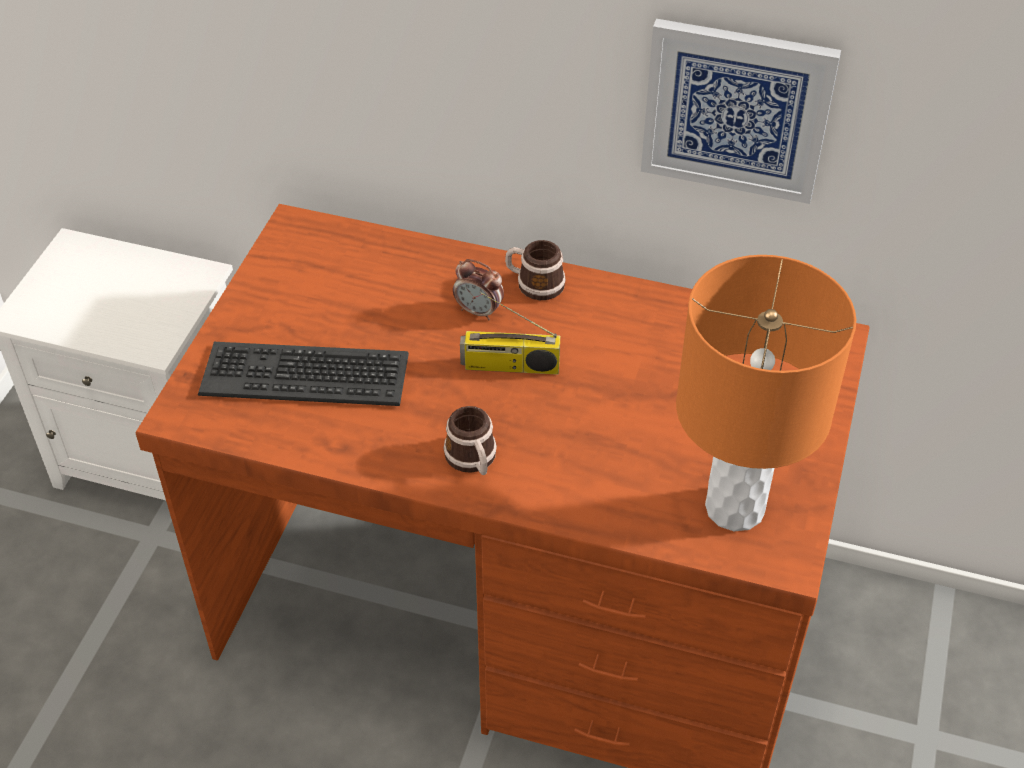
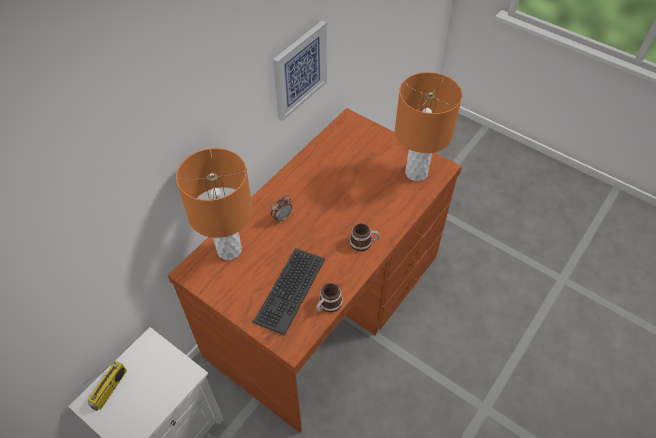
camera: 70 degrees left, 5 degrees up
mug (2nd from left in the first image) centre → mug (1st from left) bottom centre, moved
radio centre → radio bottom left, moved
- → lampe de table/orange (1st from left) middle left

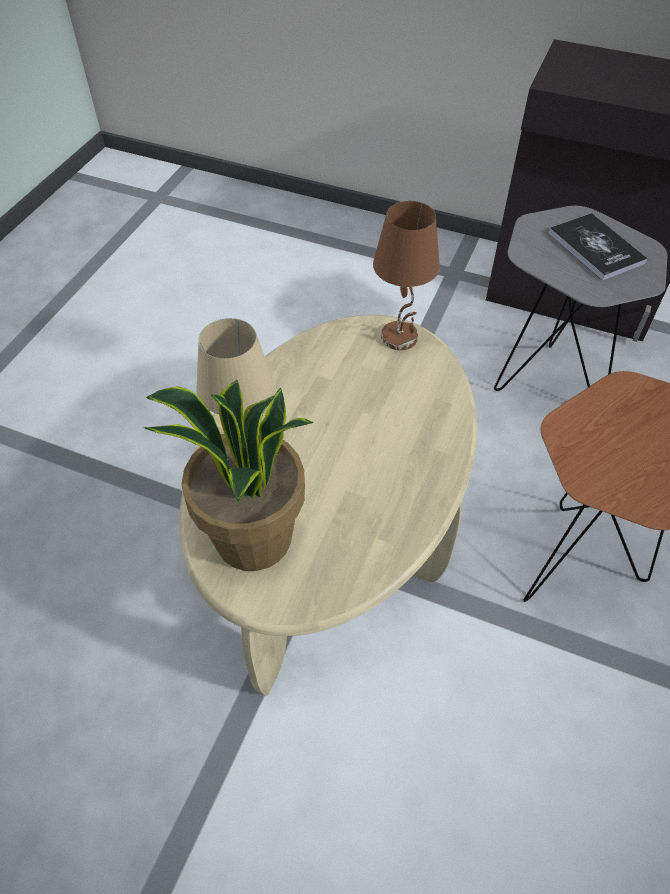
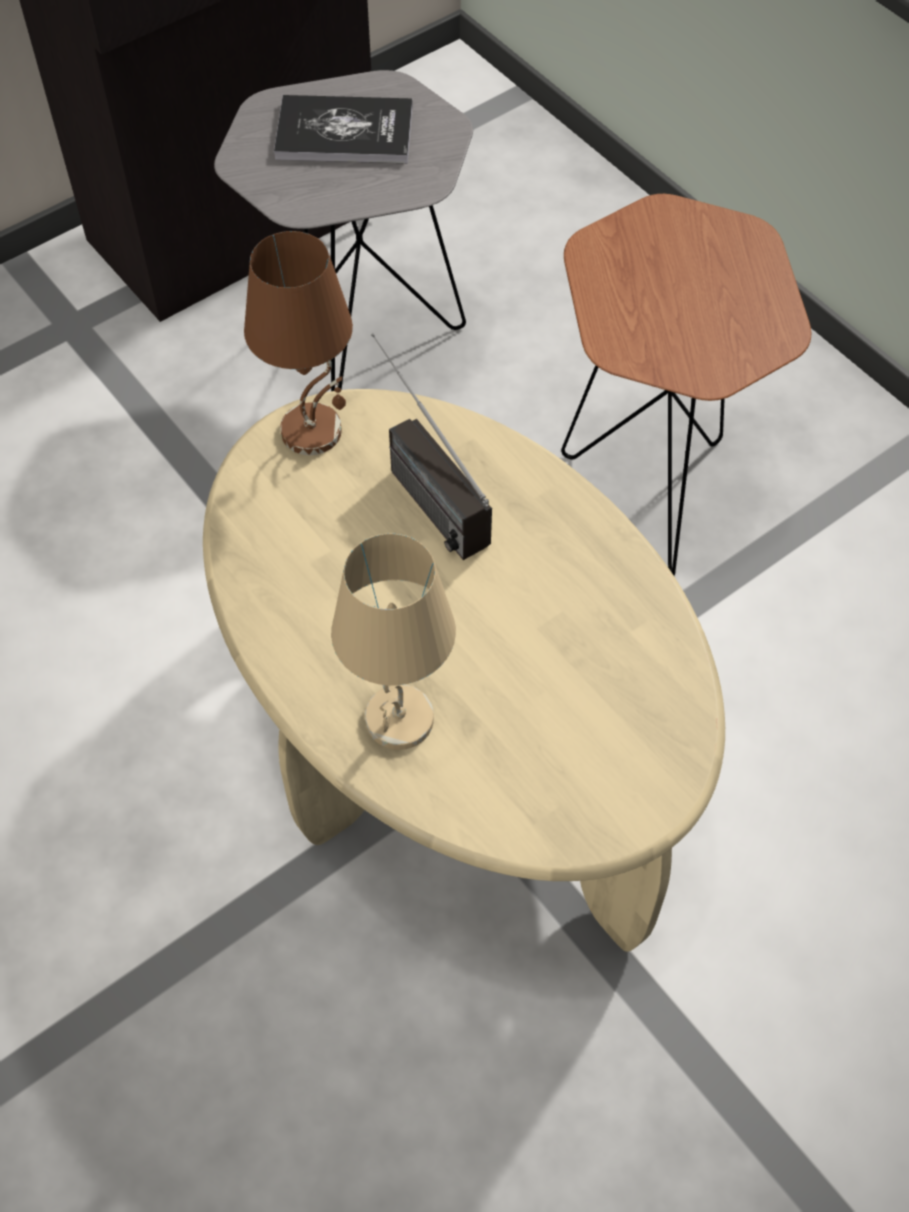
camera: 60 degrees left, 5 degrees up
plante en pot centre → -
- → radio centre

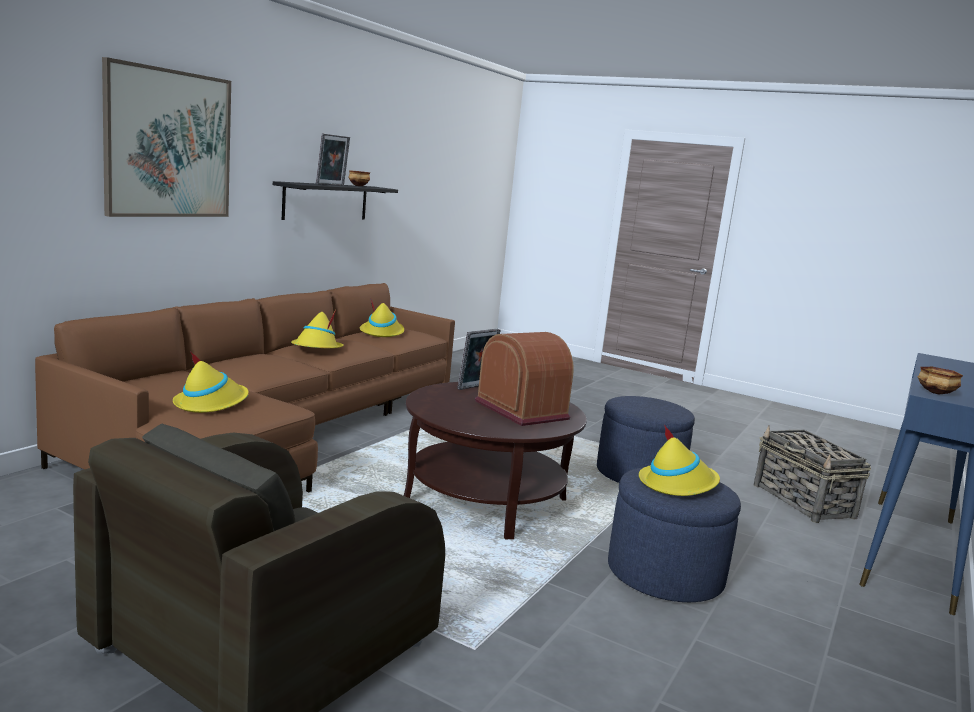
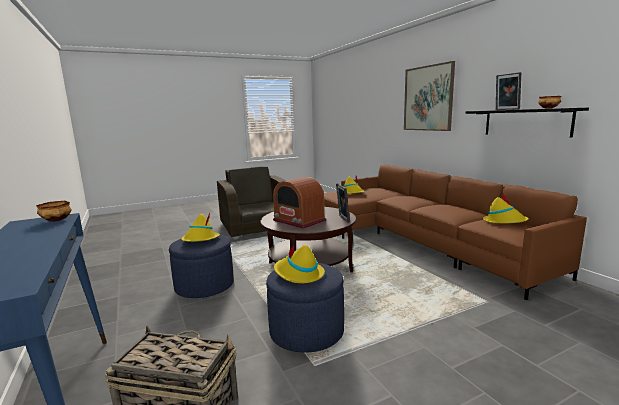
camera: 125 degrees right, 0 degrees up
chapeau/jaune (2nd from left) middle left → chapeau/jaune (2nd from left) centre, moved
radio centre, 45 degrees clockwise

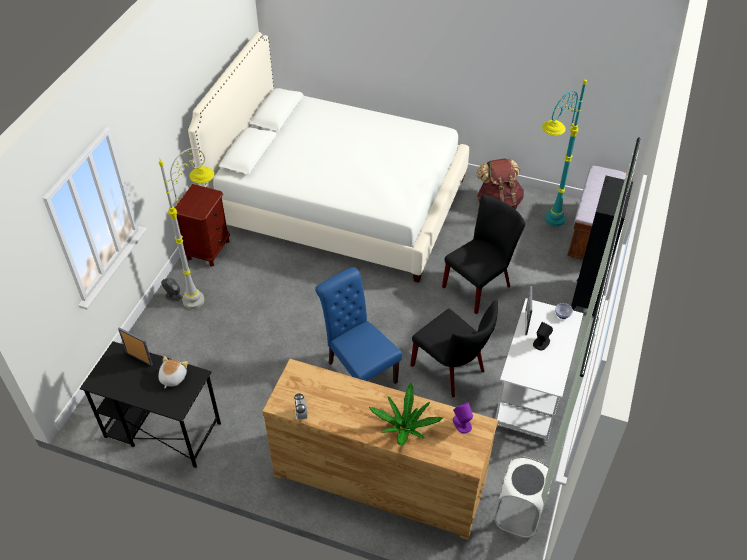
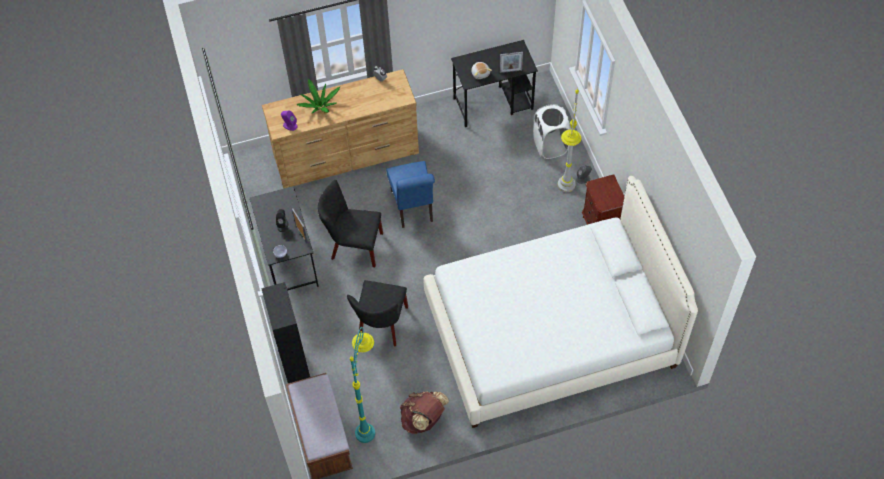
camera: 145 degrees right, 10 degrees up
chaise/bleu centre, 60 degrees clockwise
bureau/blanc middle right → bureau/noir (1st from left) middle left
panier à linge/blanc bottom right → panier à linge/blanc top centre, moved

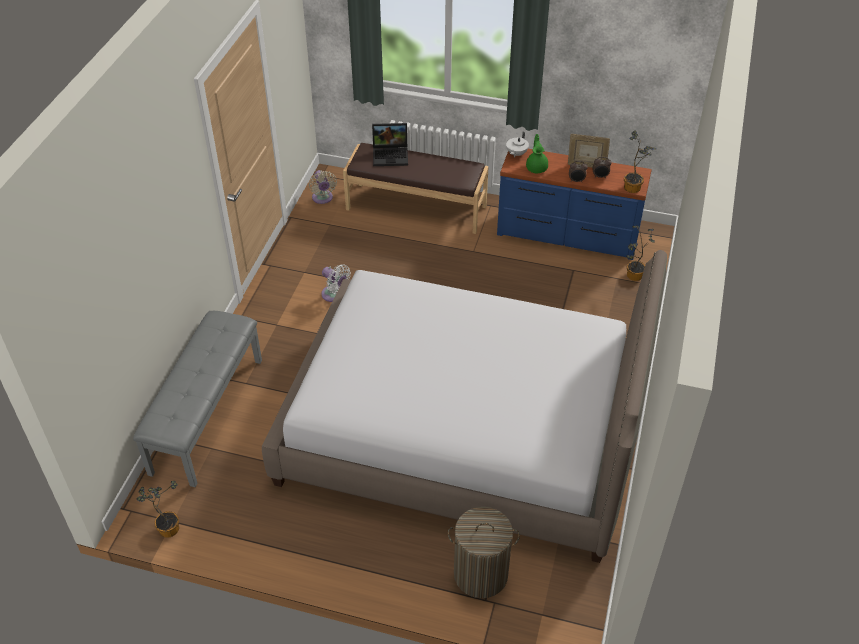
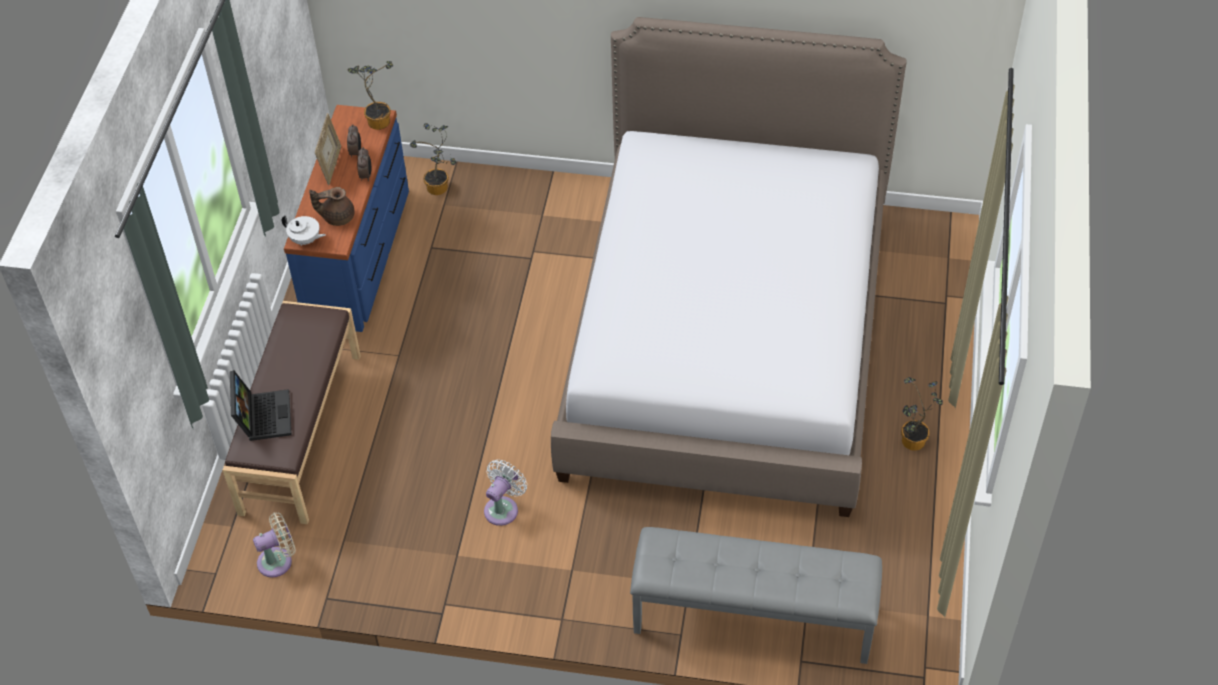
camera: 95 degrees left, 5 degrees up
théière/vert top centre → théière/marron top left
plante en pot (1st from left in the first image) bottom left → plante en pot (3rd from left) middle right, moved
panier à linge bottom centre → -

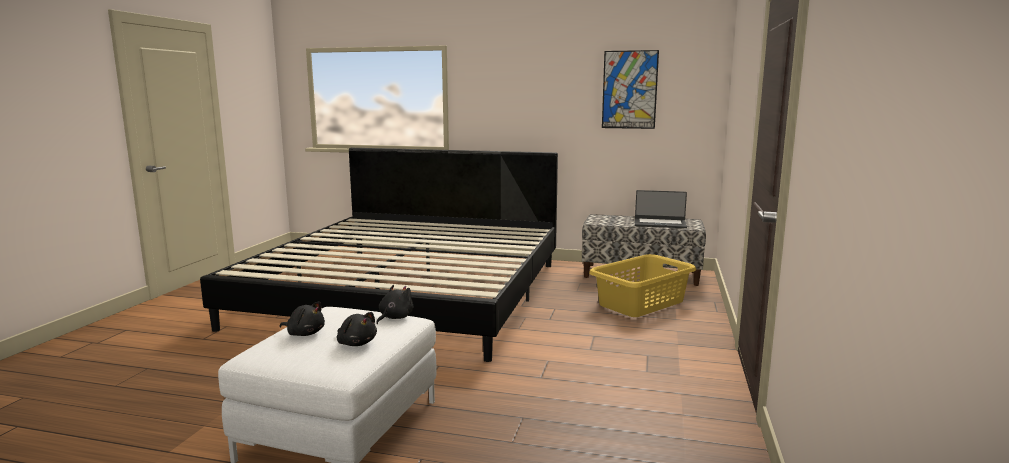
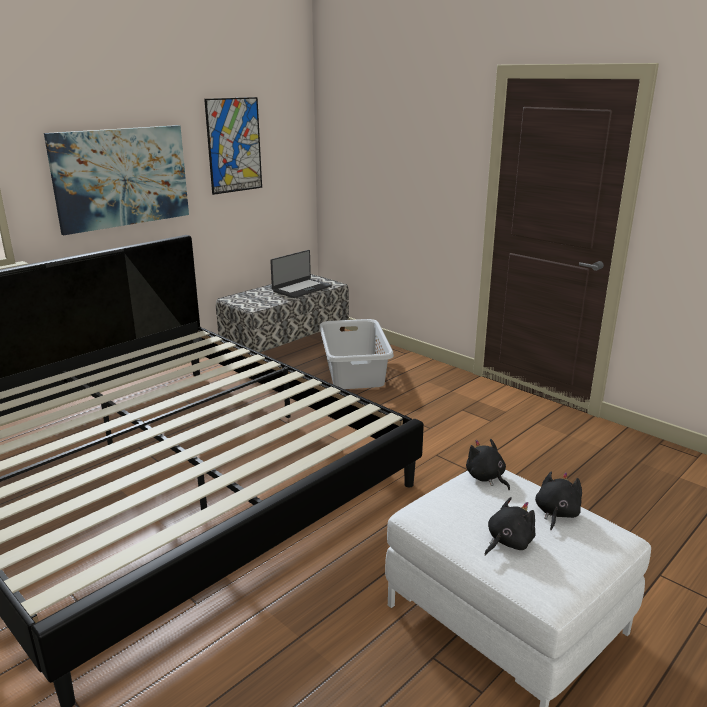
camera: 60 degrees left, 10 degrees up
panier à linge/jaune centre → panier à linge/gris centre
peluche/noir (2nd from left in the first image) bottom centre → peluche/noir (3rd from left) bottom right, 45 degrees counterclockwise
- → tableau (1st from left) top left

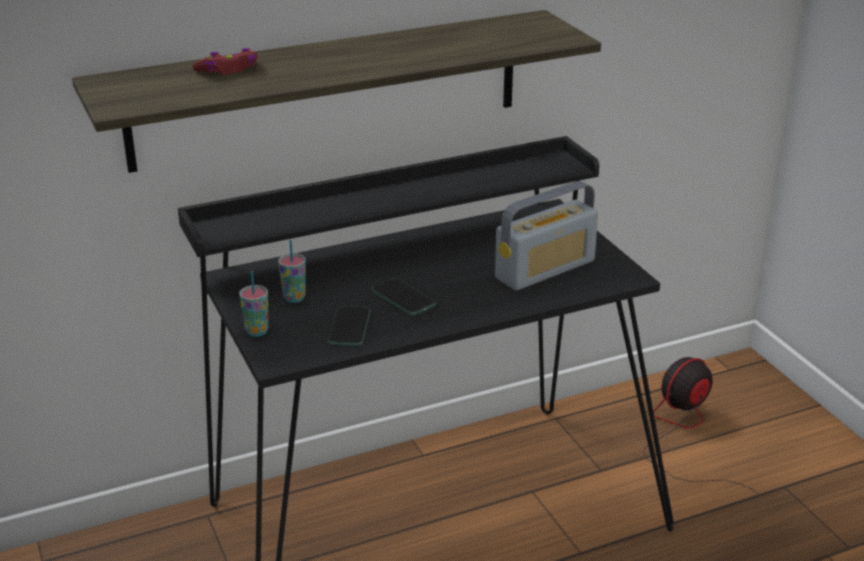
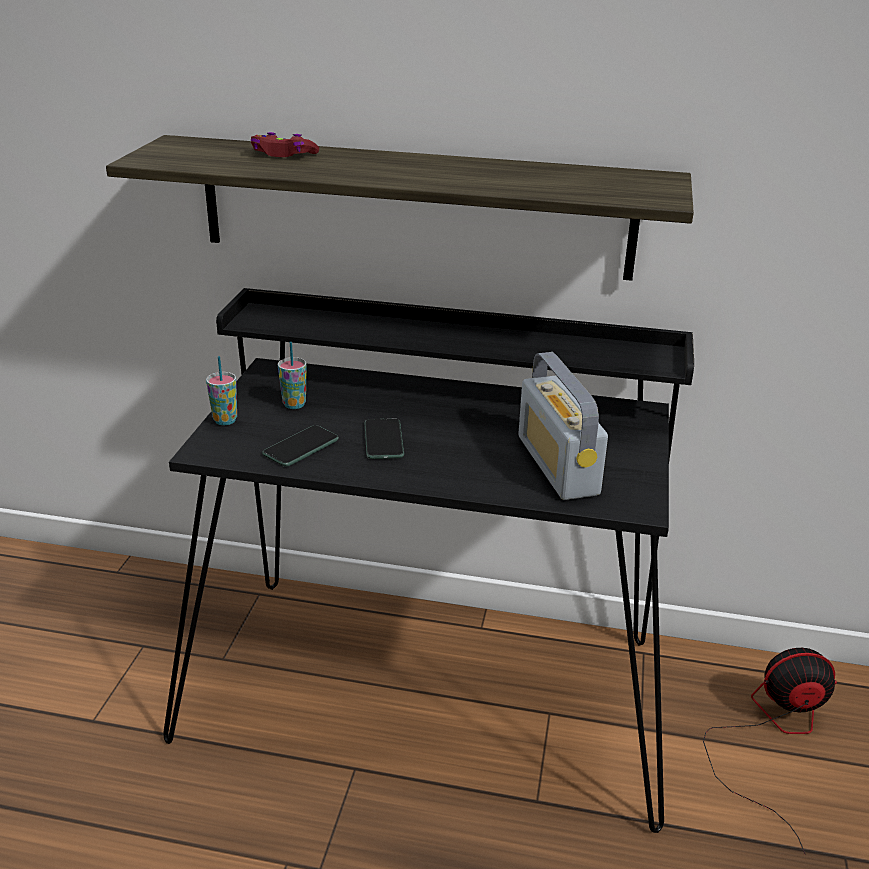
camera: 35 degrees right, 0 degrees up
radio centre, 75 degrees clockwise

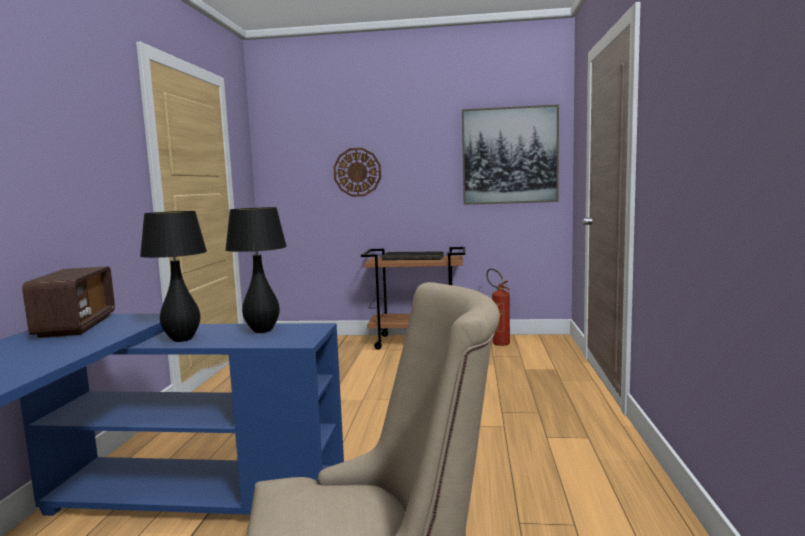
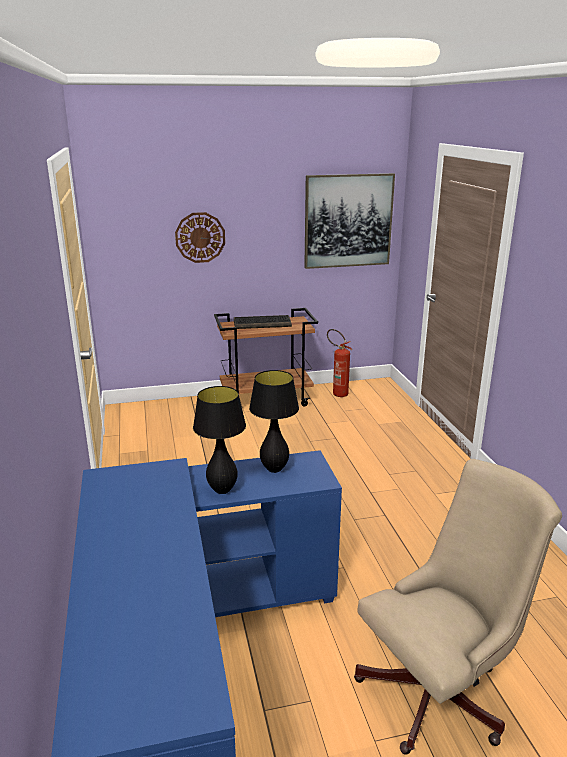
camera: 20 degrees left, 15 degrees up
radio middle left → -

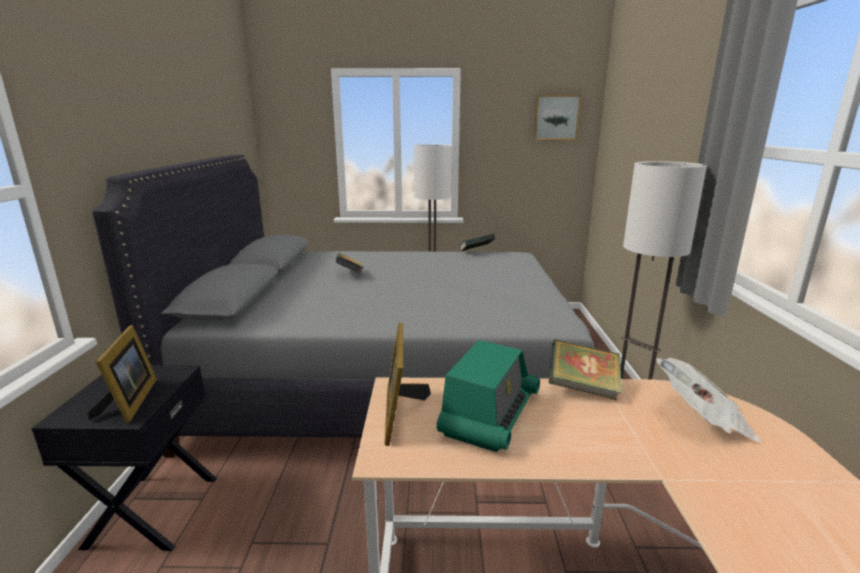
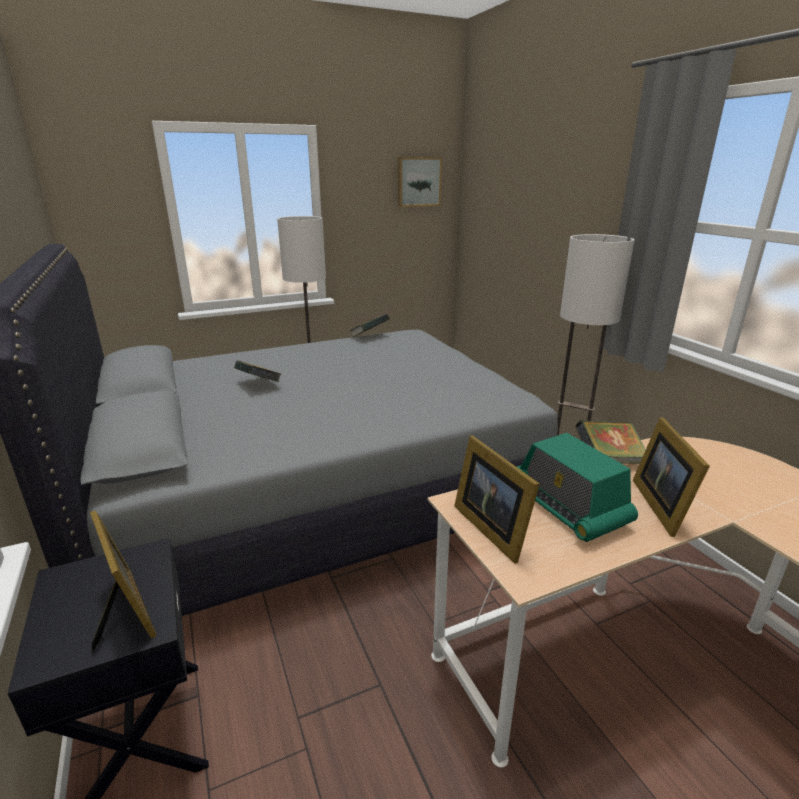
camera: 25 degrees left, 5 degrees up
radio bottom centre → radio middle right, 150 degrees clockwise
journal bottom right → -
- → cadre photo (3rd from left) middle right

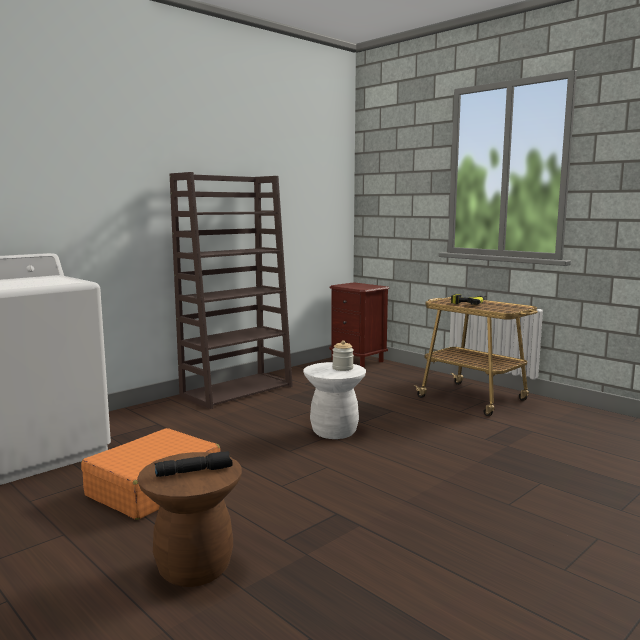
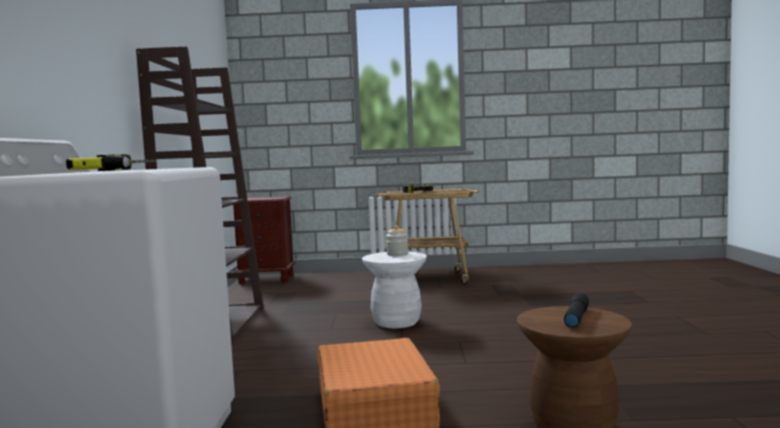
camera: 45 degrees left, 5 degrees down
- → perceuse (1st from left) middle left

